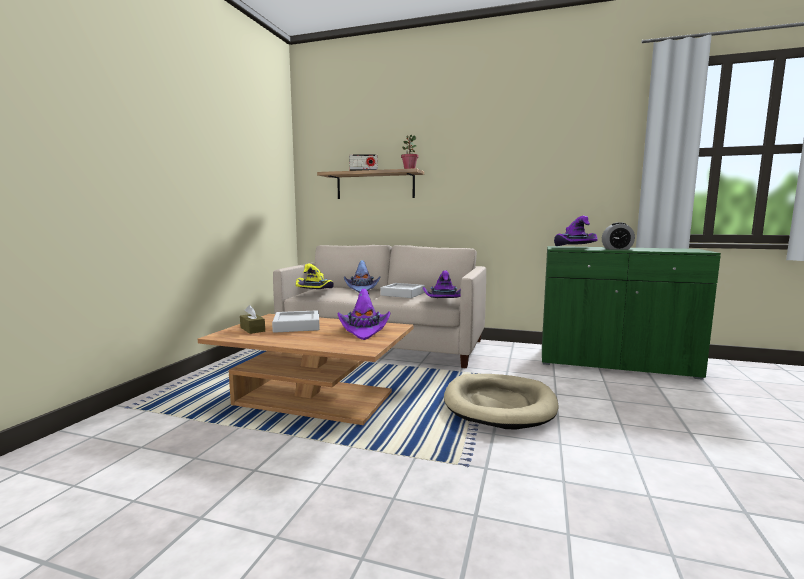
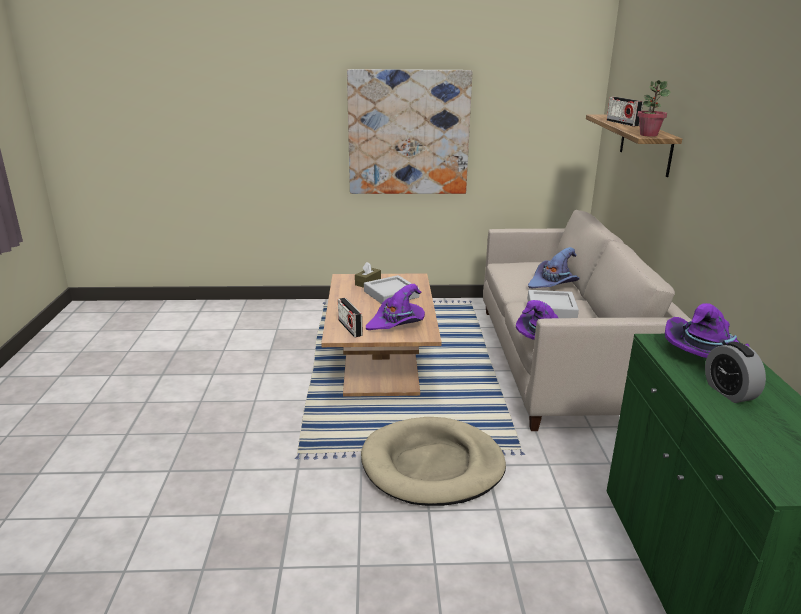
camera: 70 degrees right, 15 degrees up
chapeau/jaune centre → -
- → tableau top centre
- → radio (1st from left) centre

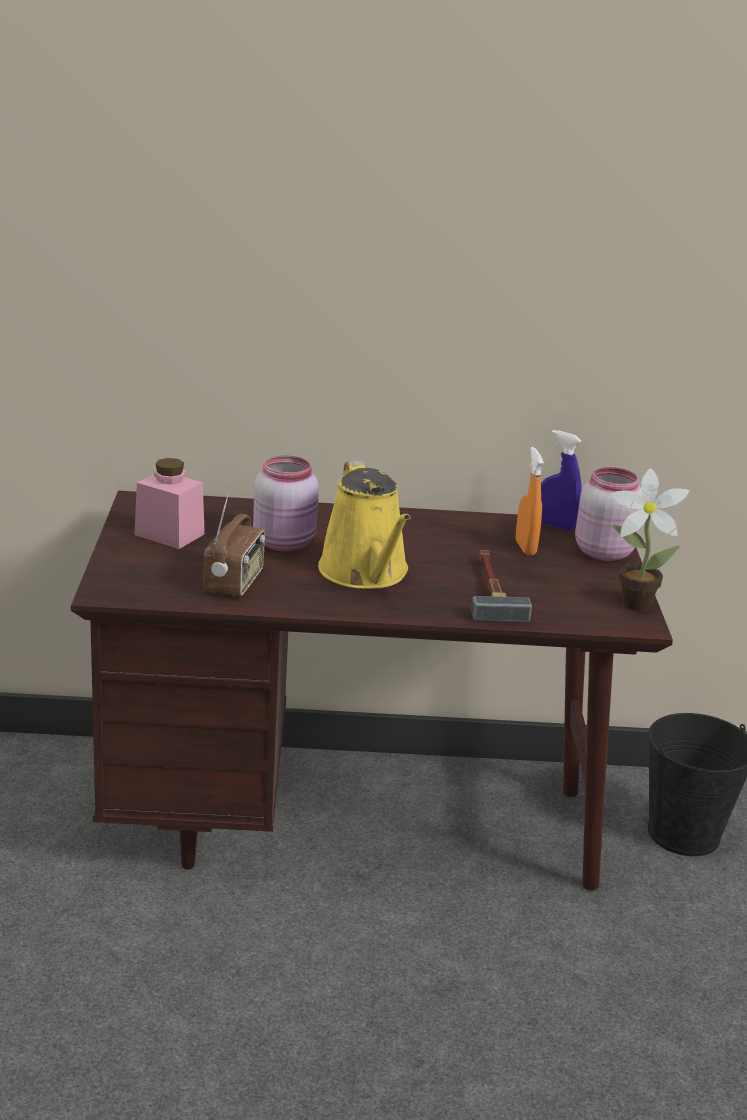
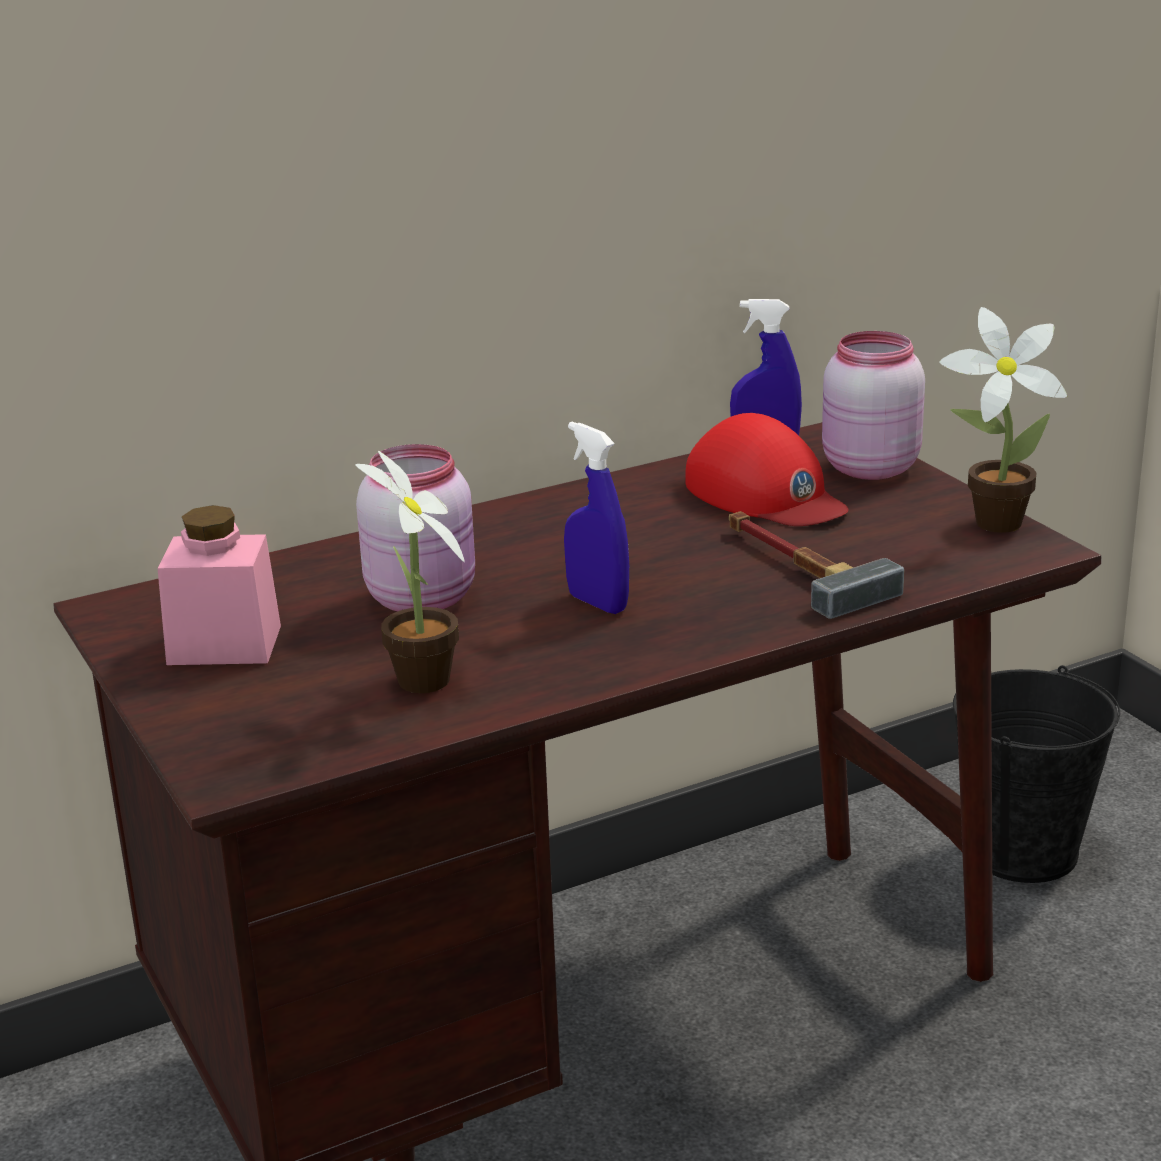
camera: 25 degrees left, 0 degrees up
vaporisateur/orange middle right → casquette/rouge centre
arrosoir/jaune centre → vaporisateur/bleu (1st from left) centre
radio middle left → plante en pot (1st from left) centre

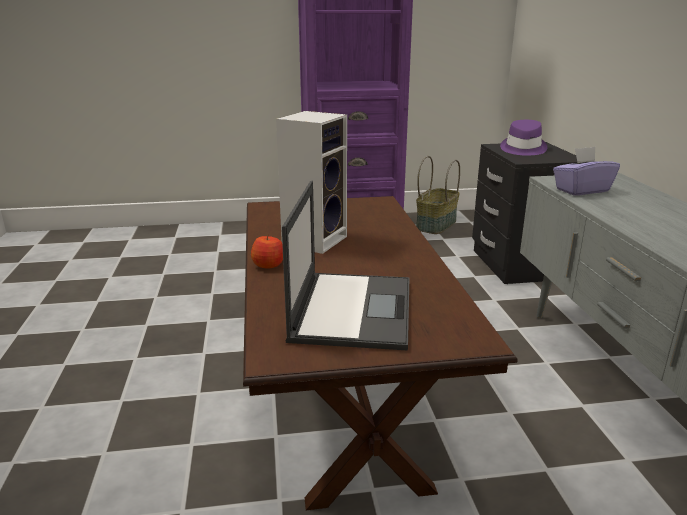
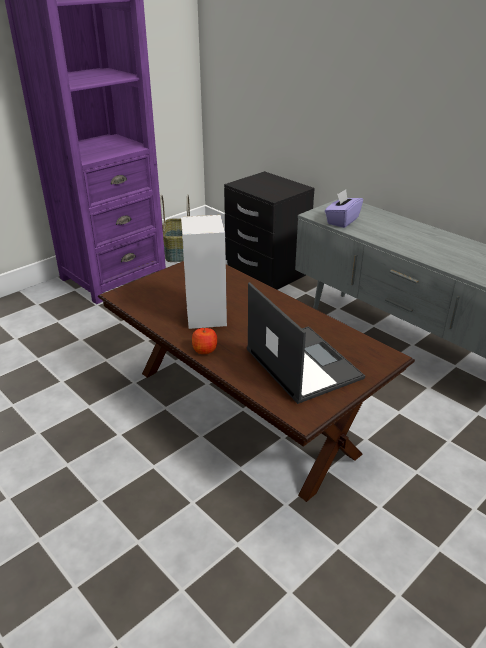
camera: 35 degrees left, 10 degrees up
chapeau/violet top right → -

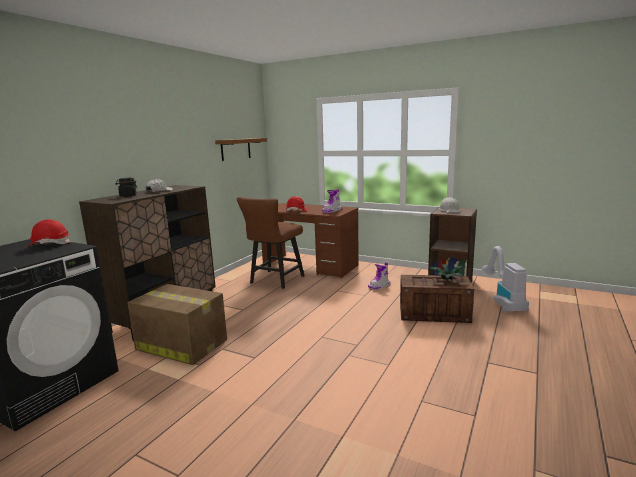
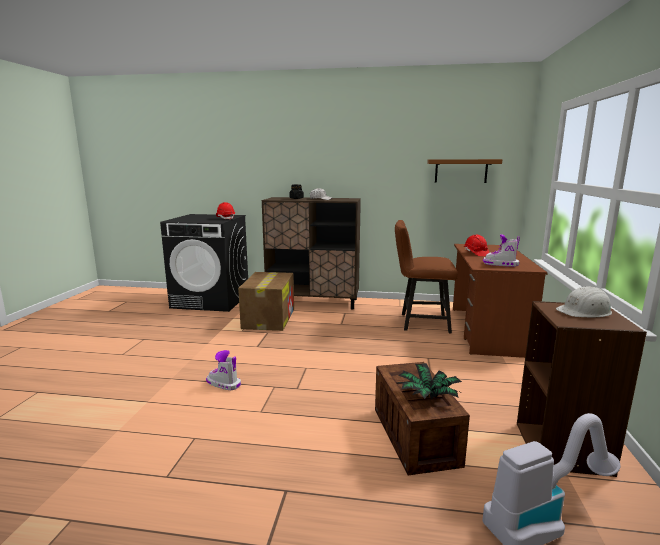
camera: 70 degrees right, 0 degrees up
botte (2nd from left in the first image) centre → botte (1st from left) bottom centre, moved

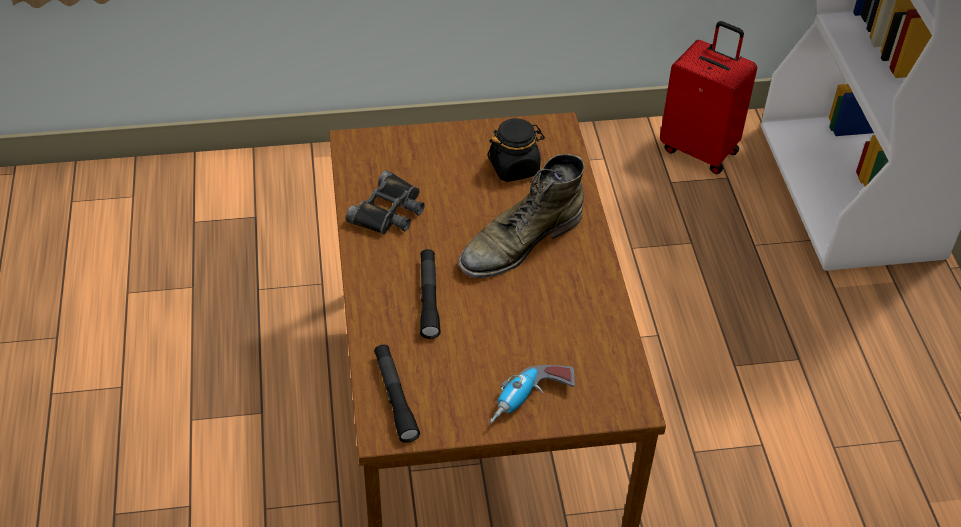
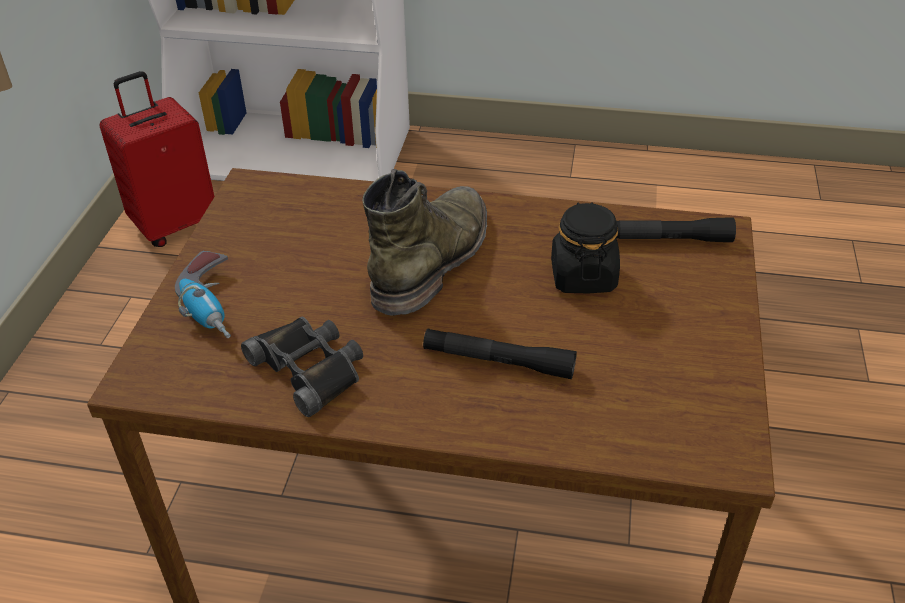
camera: 70 degrees left, 5 degrees down
bocal/noir top centre → bocal/noir centre, moved
botte/vert centre, 135 degrees counterclockwise
lampe de poche/noir (1st from left in the first image) bottom centre → lampe de poche/noir (2nd from left) middle right, moved
perceuse bottom centre → perceuse middle left, moved

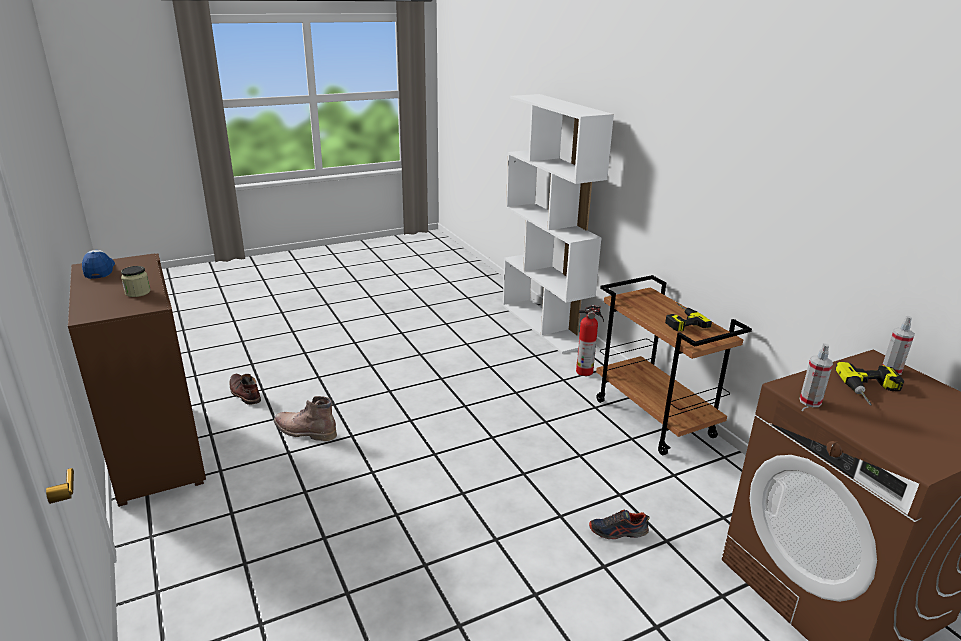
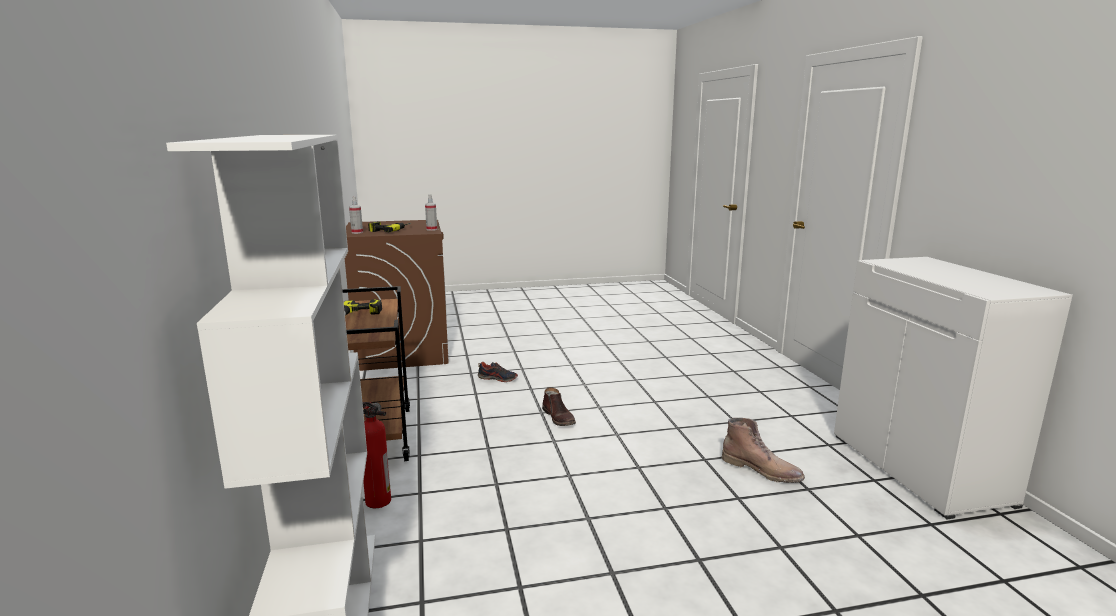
camera: 165 degrees left, 10 degrees down
casquette middle left → -
meuble de rangement/marron middle left → meuble de rangement/blanc middle right
bocal middle left → -
botte/marron (1st from left) middle left → botte/marron (1st from left) centre, moved

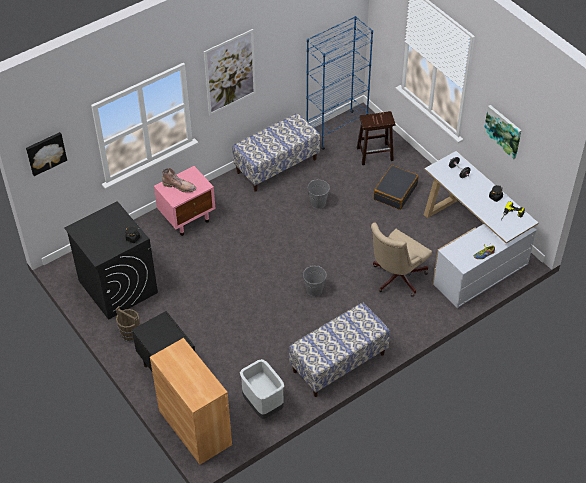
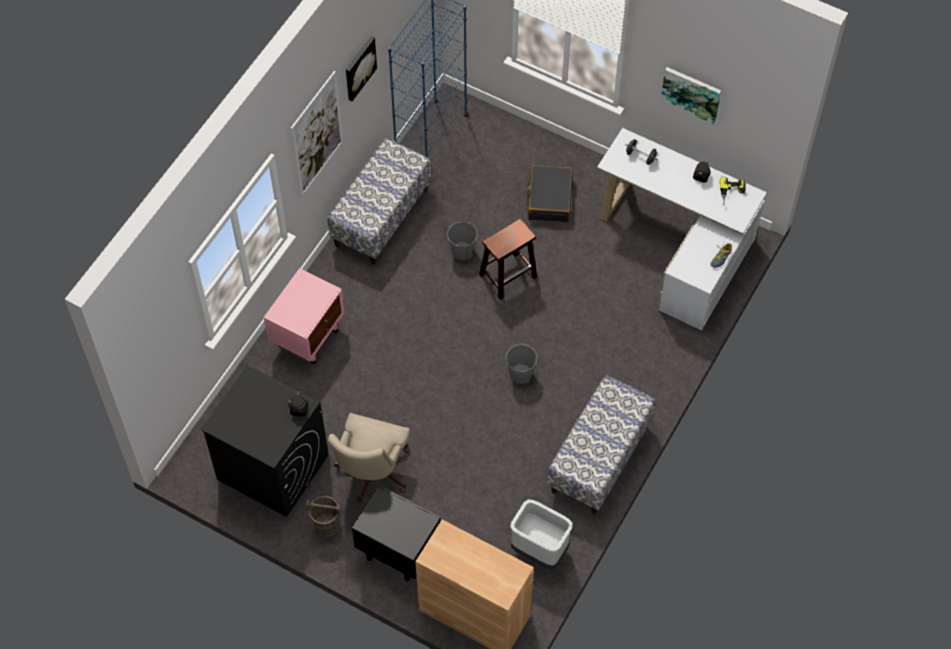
camera: 25 degrees left, 10 degrees up
tabouret/marron top centre → tabouret/marron centre, moved
tableau (1st from left in the first image) top left → tableau (2nd from left) top centre, moved
botte/marron middle left → -
chaise de bureau/beige middle right → chaise de bureau/beige bottom centre, moved

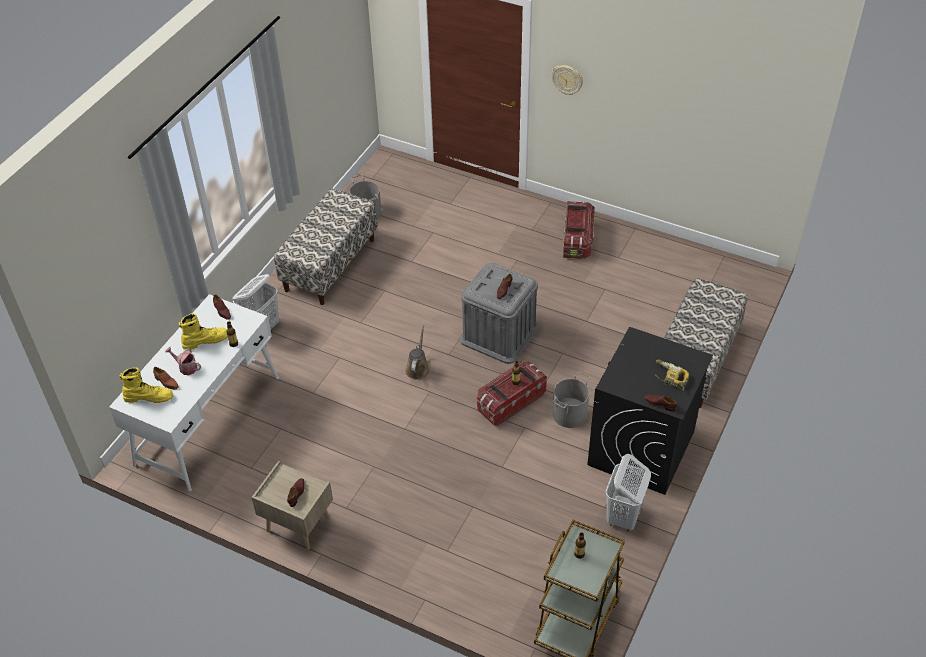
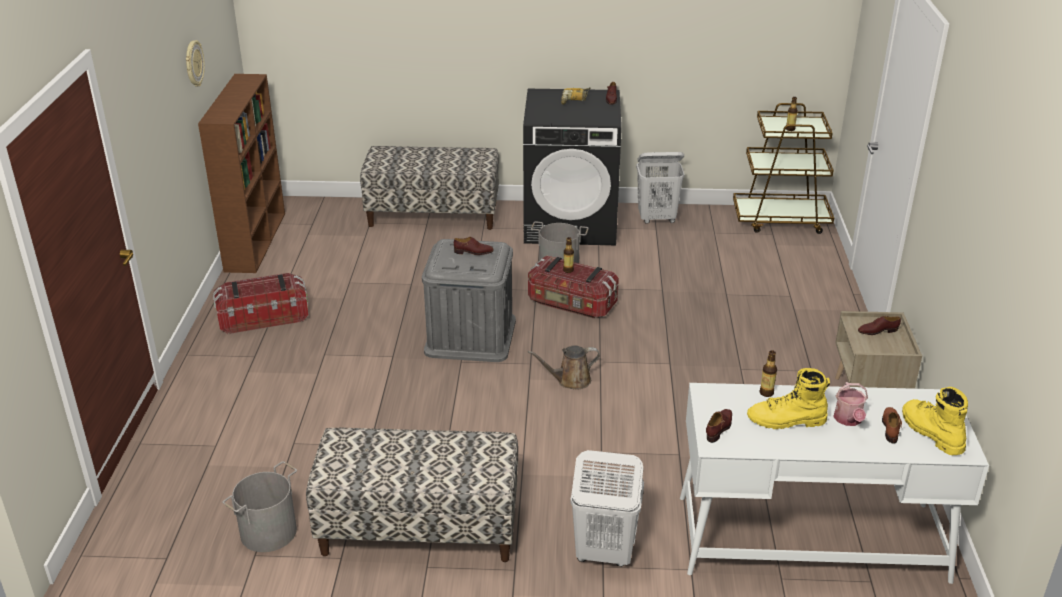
camera: 115 degrees left, 15 degrees down
horloge murale top centre → horloge murale top left, moved
botte/jaune (2nd from left in the first image) middle left → botte/jaune (1st from left) bottom right, 45 degrees counterclockwise
- → bibliothèque/marron top left

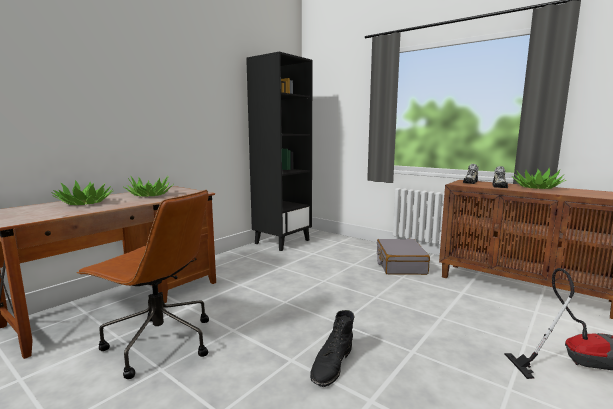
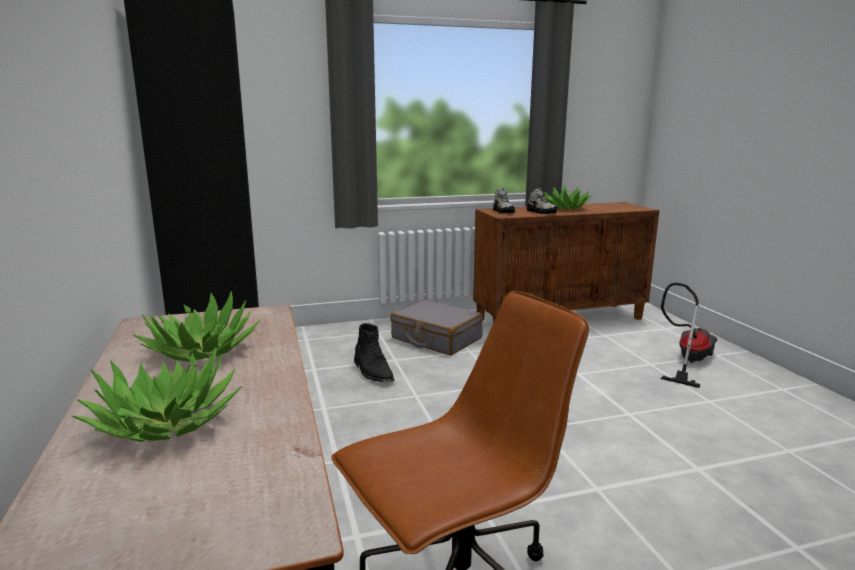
camera: 55 degrees left, 5 degrees up
botte/noir bottom centre → botte/noir centre, moved

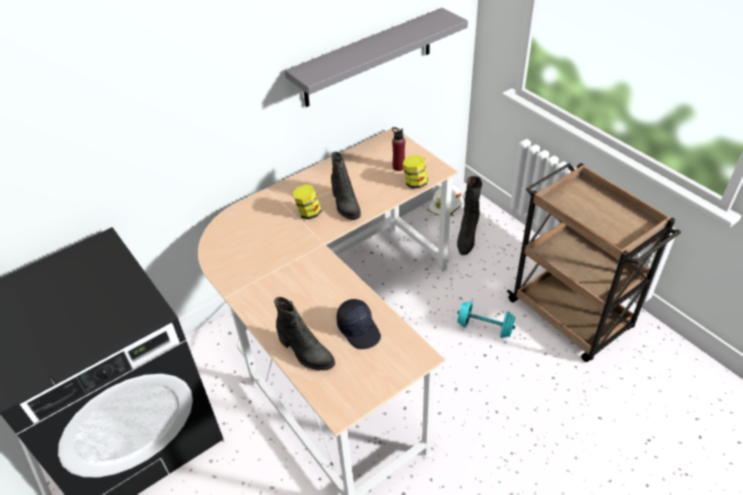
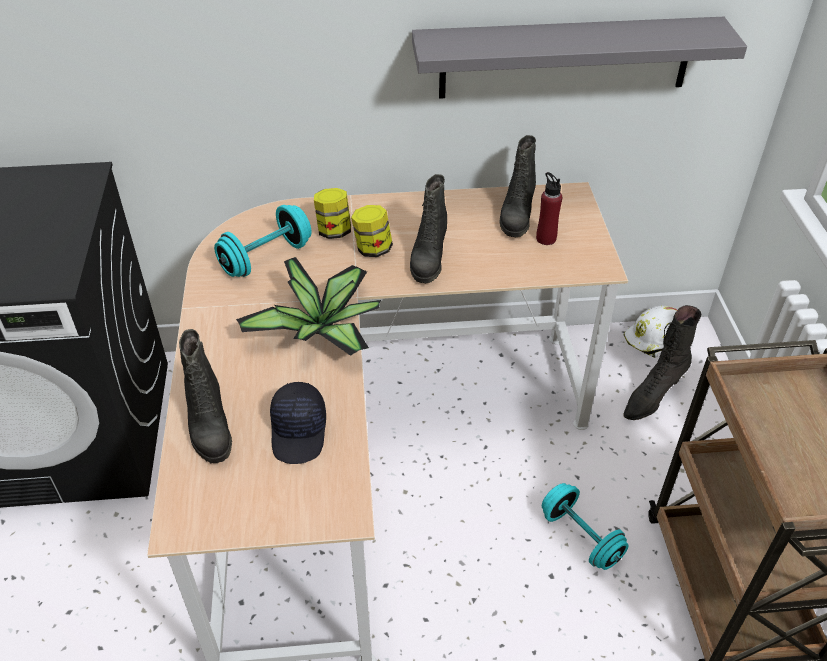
camera: 30 degrees right, 0 degrees up
bocal (2nd from left in the first image) centre → bocal (1st from left) top centre, moved
- → botte/noir (3rd from left) top centre
- → haltère/turquoise (1st from left) middle left
- → plante en pot centre

